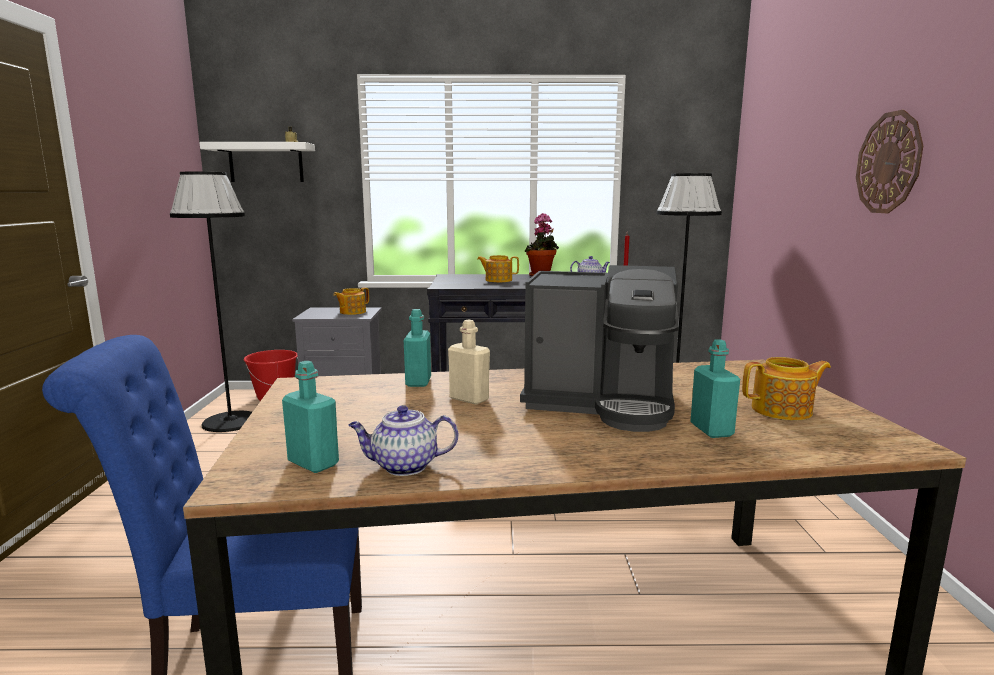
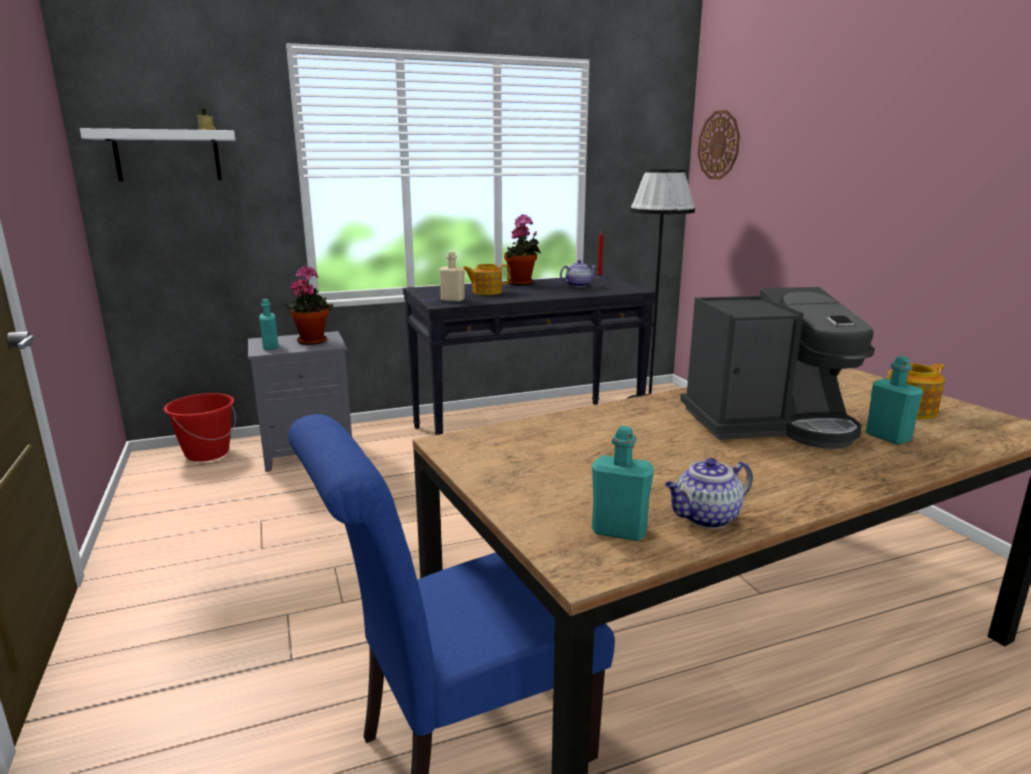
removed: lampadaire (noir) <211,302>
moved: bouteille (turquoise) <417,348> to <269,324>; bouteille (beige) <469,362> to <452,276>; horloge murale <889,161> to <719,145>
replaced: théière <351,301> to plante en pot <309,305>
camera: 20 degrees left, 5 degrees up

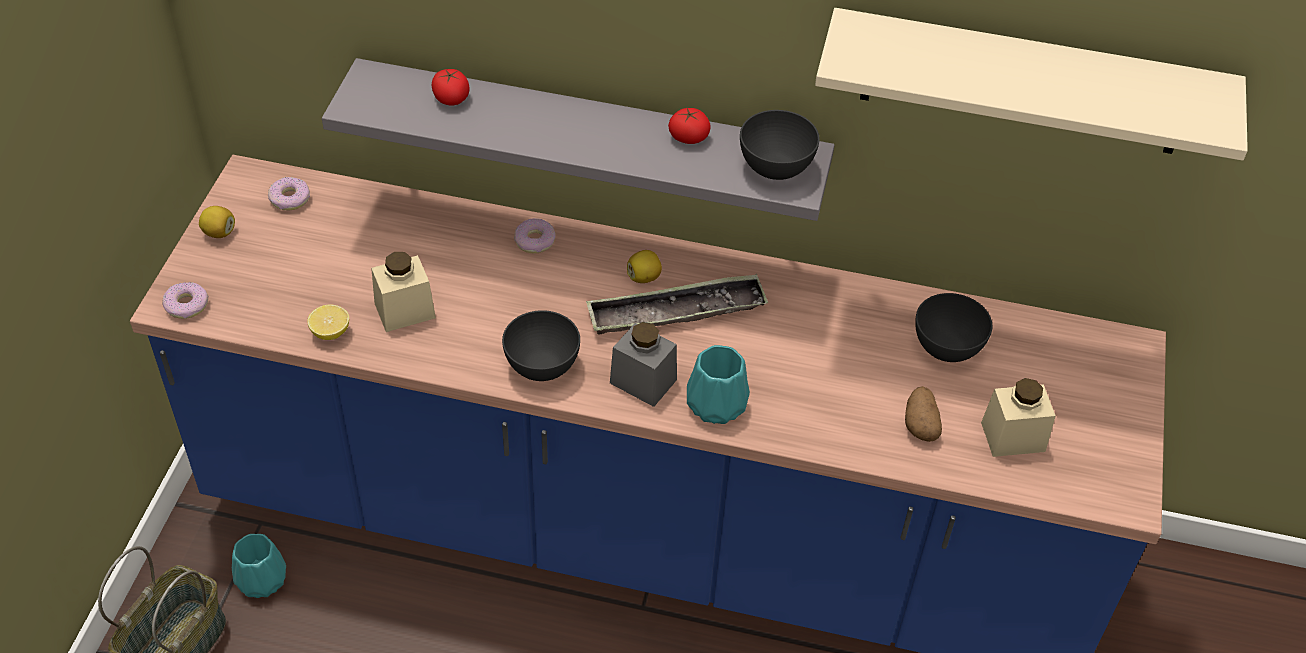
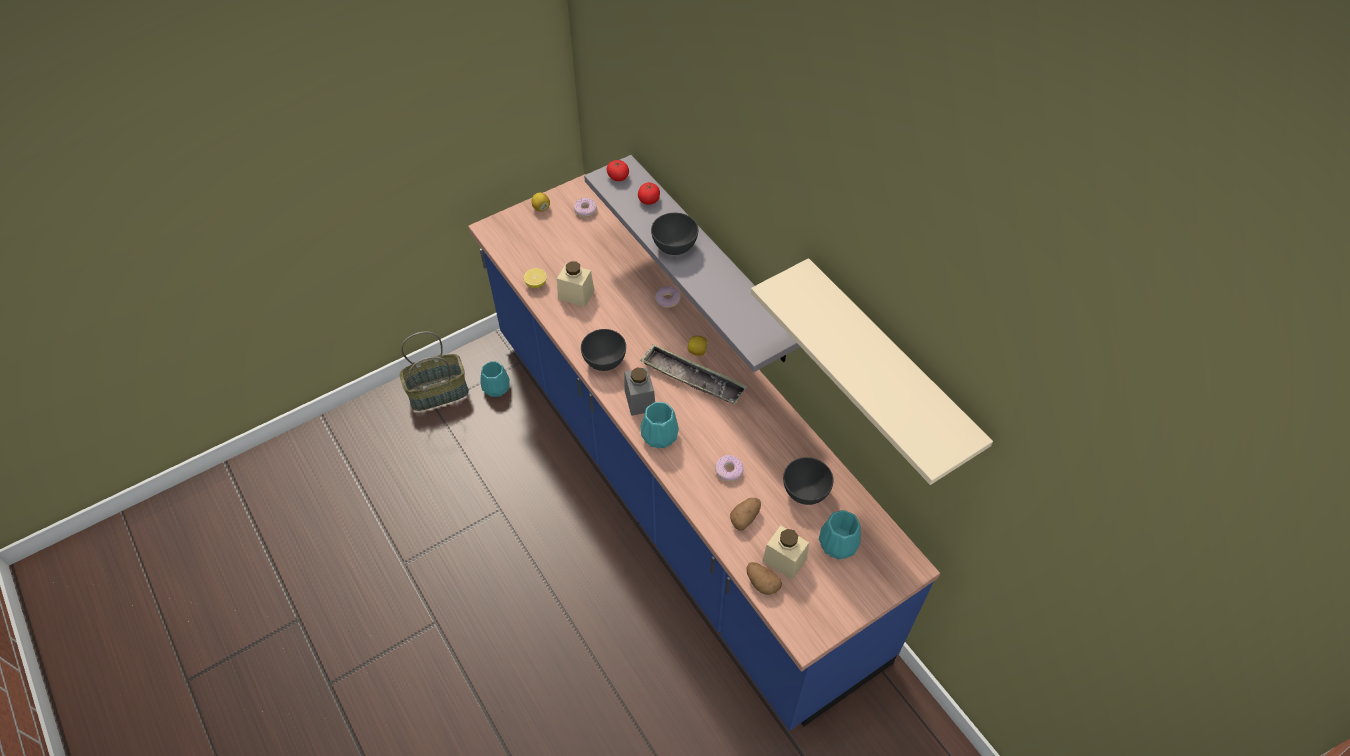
added: pomme de terre <764,578>; vase (turquoise) <840,534>
moved: beignet <185,300> to <729,468>; tomate <689,126> to <618,170>; bol (gris) <780,145> to <674,234>
camera: 45 degrees right, 5 degrees up

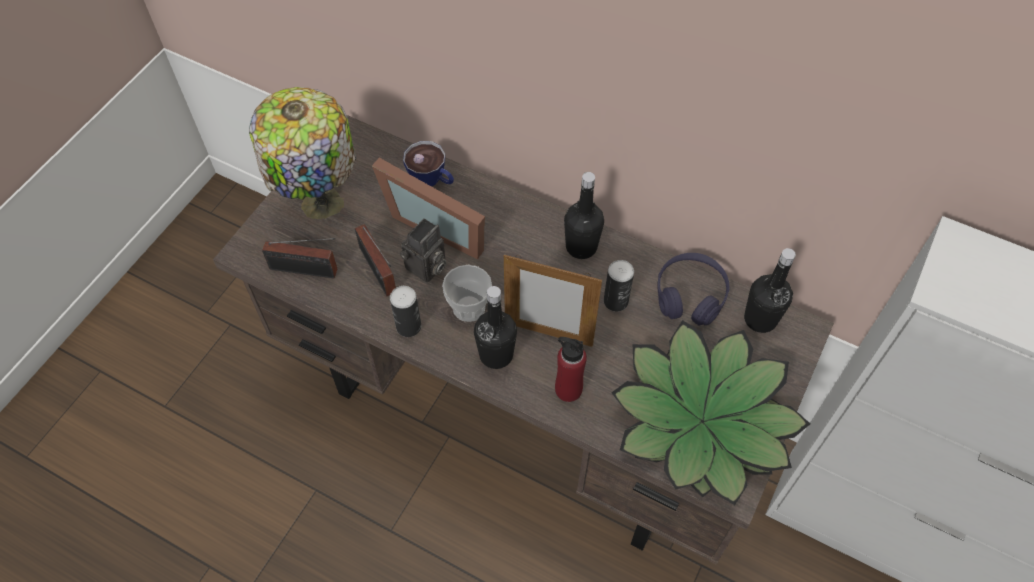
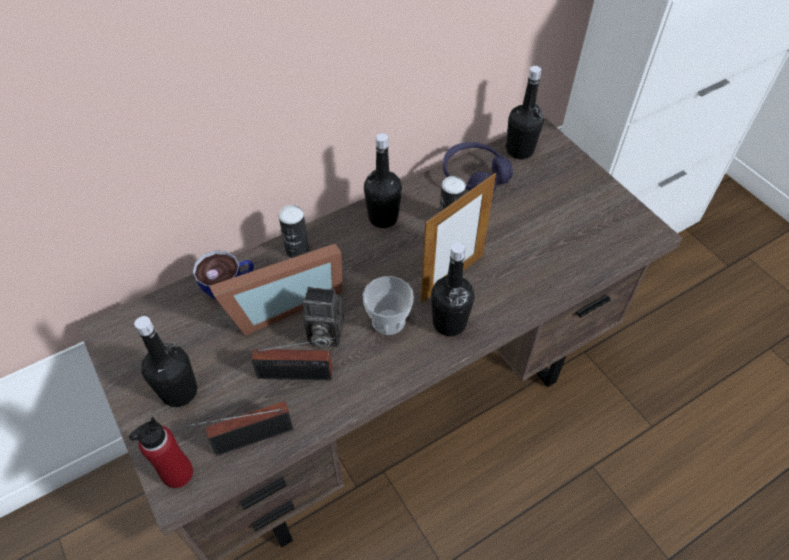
removed: plante en pot <711,412>
moved: boîte métallique <405,311> to <294,231>; bouteille (rouge) <571,369> to <161,452>
replaced: lampe de table <302,153> to bouteille (noir) <165,361>
turned: radio <299,258> = <241,428> 150 degrees counterclockwise; appareil photo <423,250> = <323,317> 120 degrees clockwise
camera: 60 degrees left, 5 degrees down

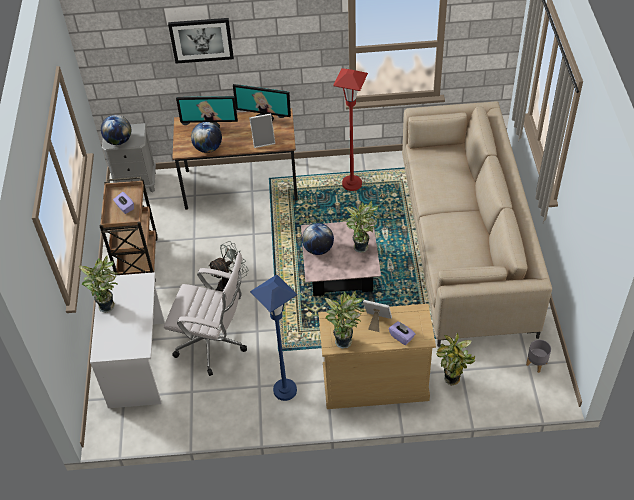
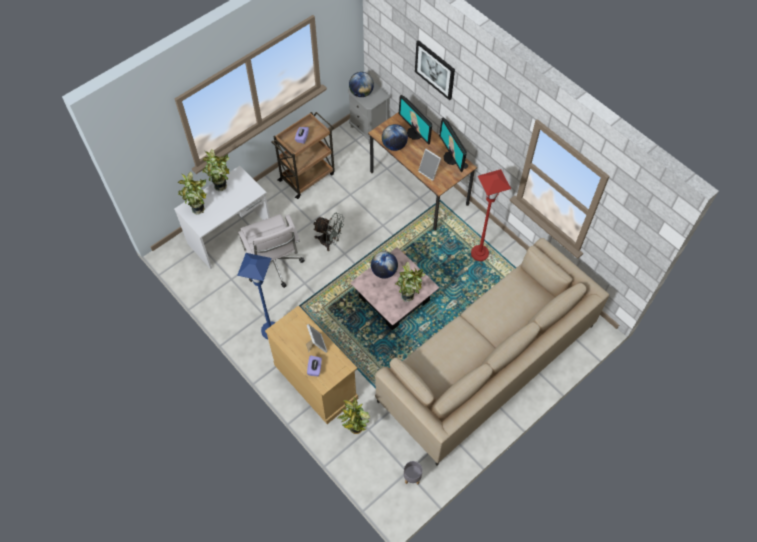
moved: plante en pot <345,320> to <192,193>
camera: 50 degrees right, 10 degrees up

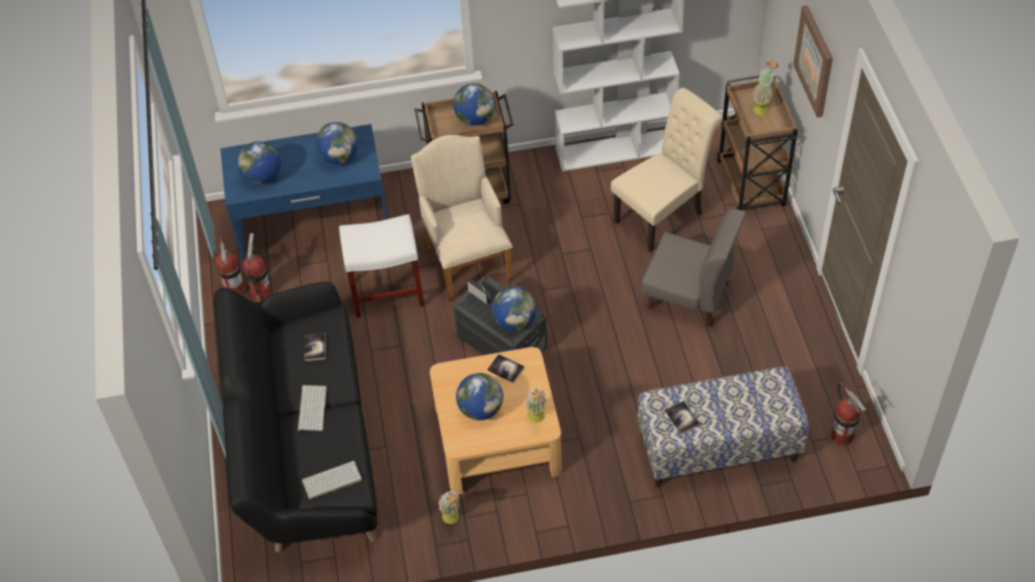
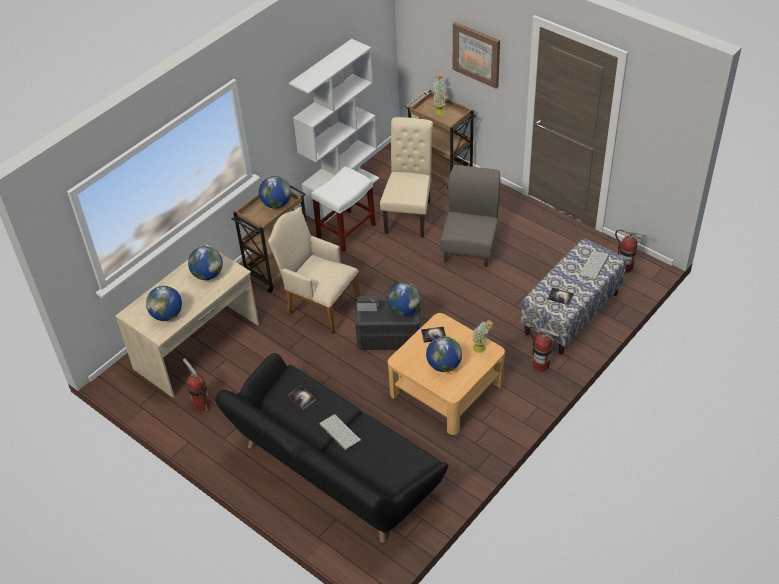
removed: plante en pot <449,507>
moved: extincteur <230,266> to <544,349>; clavier <332,480> to <594,265>; tabouret (blanc) <381,266> to <343,209>
recoloured: bureau (bleu) <304,193> to bureau (beige) <187,321>
turned: chaise (gris) <693,268> = <470,216> 60 degrees counterclockwise
camera: 40 degrees left, 5 degrees down

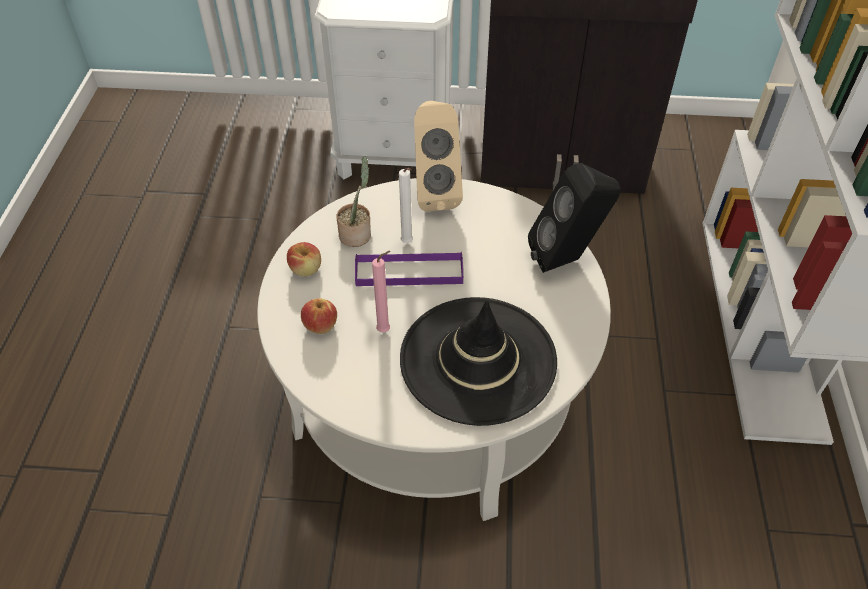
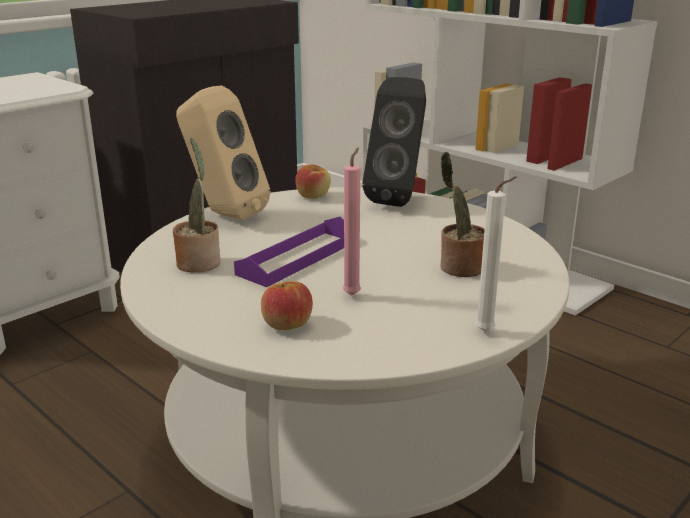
moved: pomme <304,259> to <313,182>; bougie (blanc) <406,205> to <496,254>
replaced: chapeau (noir) <478,361> to plante en pot <462,214>
camera: 50 degrees left, 25 degrees down

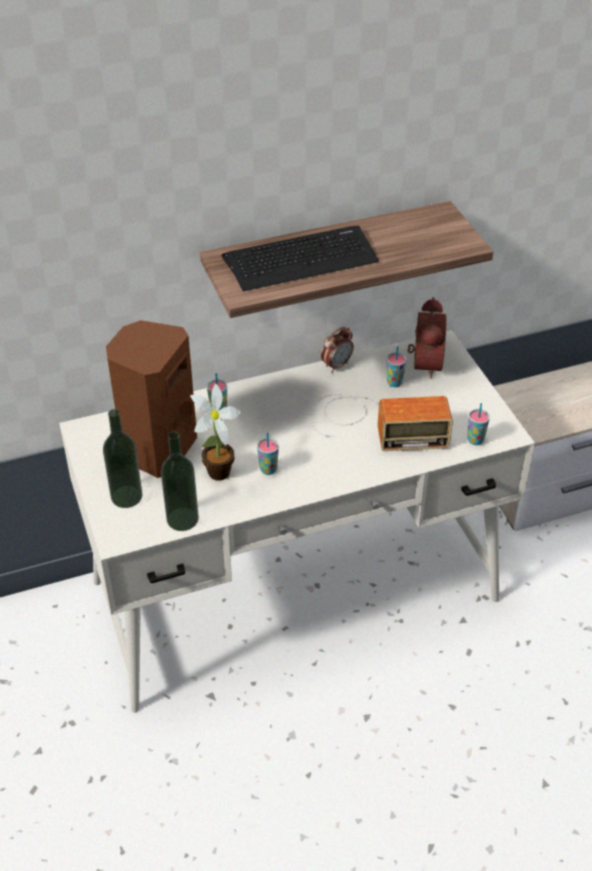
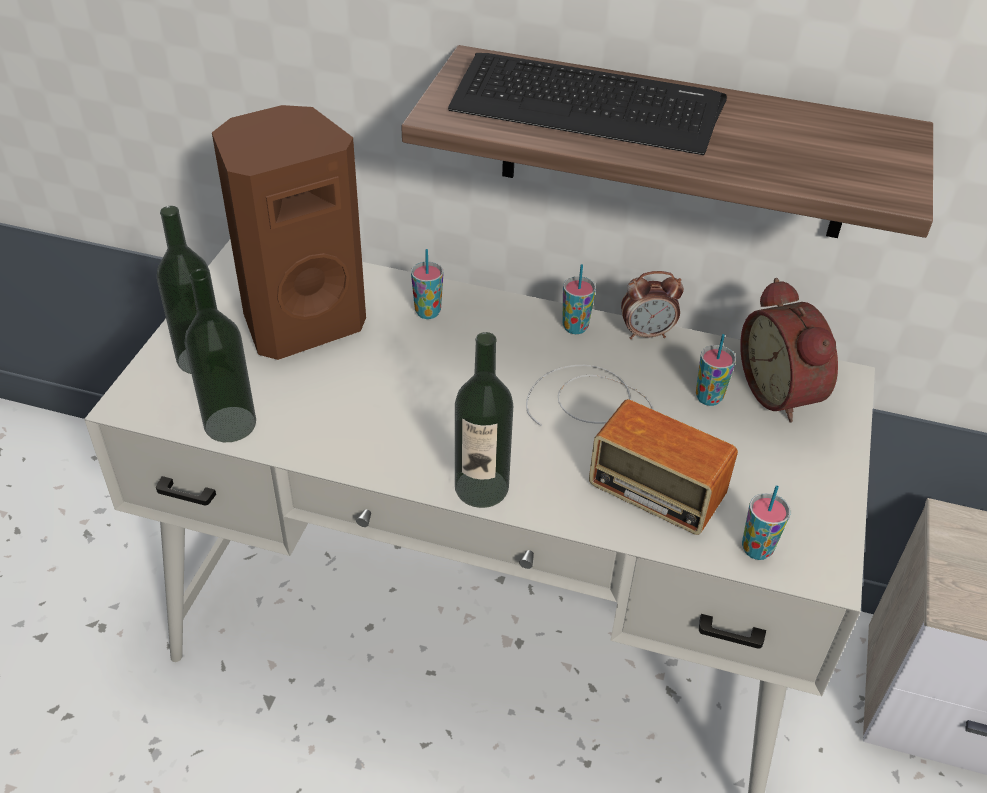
removed: plante en pot <215,432>
added: bouteille <484,420>
moved: tasse <268,453> to <579,299>
turned: réveil <427,338> = <789,350> 120 degrees clockwise
camera: 35 degrees right, 0 degrees up

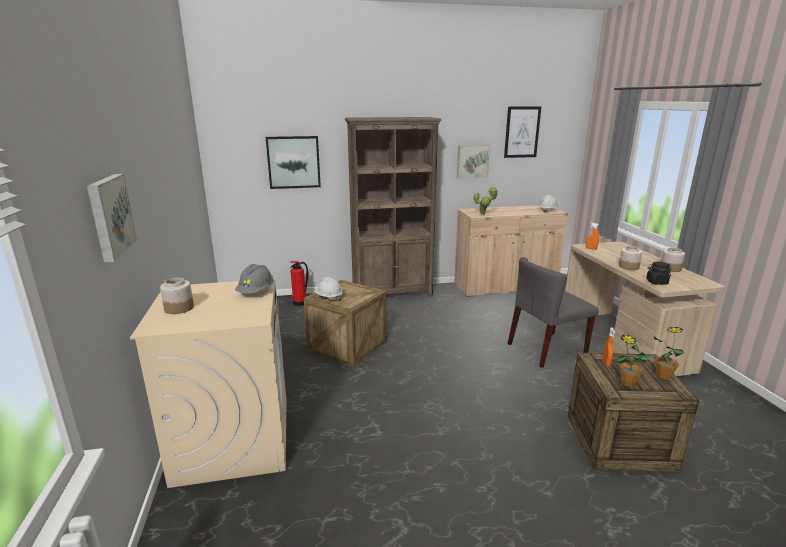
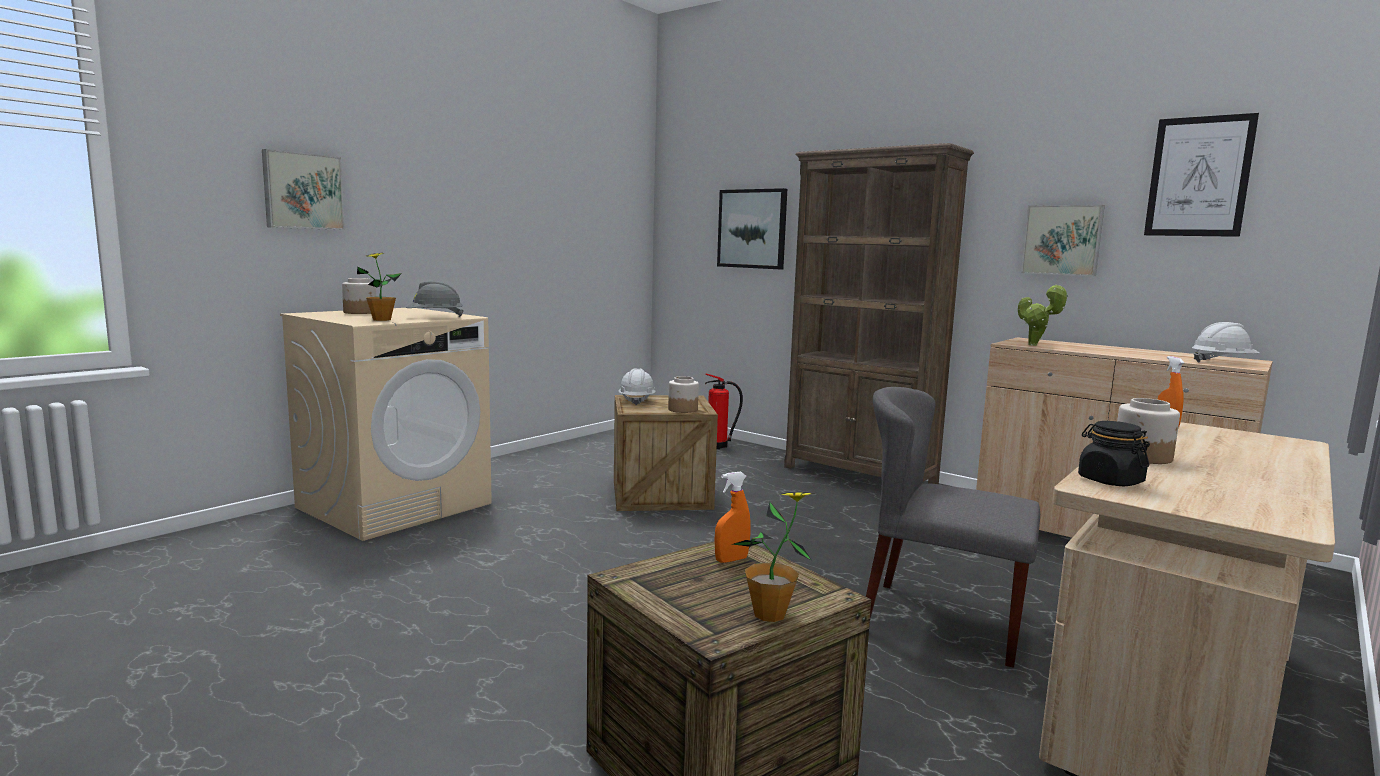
moved: plante en pot <632,361> to <379,287>; bocal <673,260> to <683,394>
camera: 50 degrees right, 10 degrees down

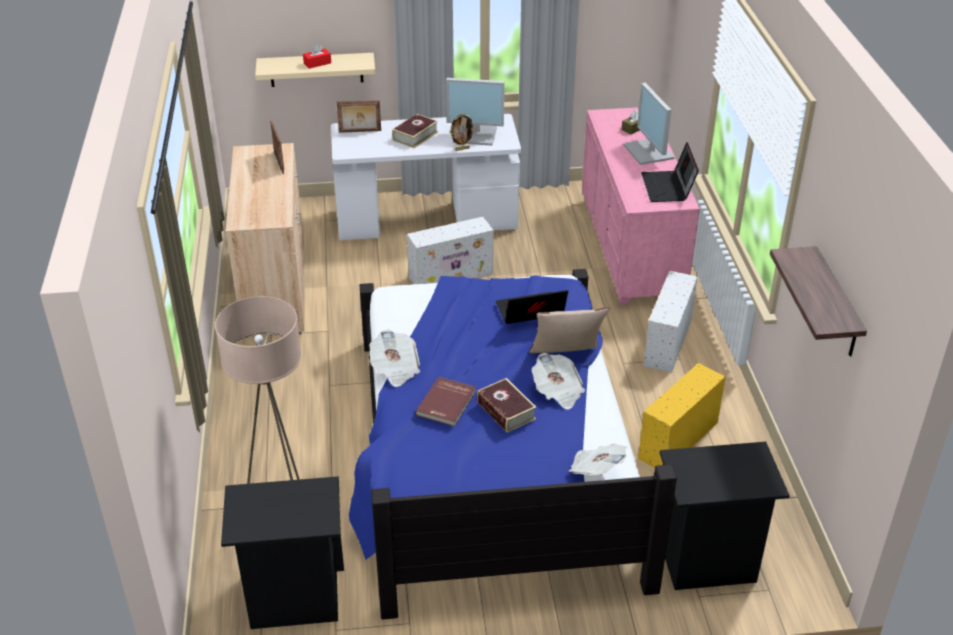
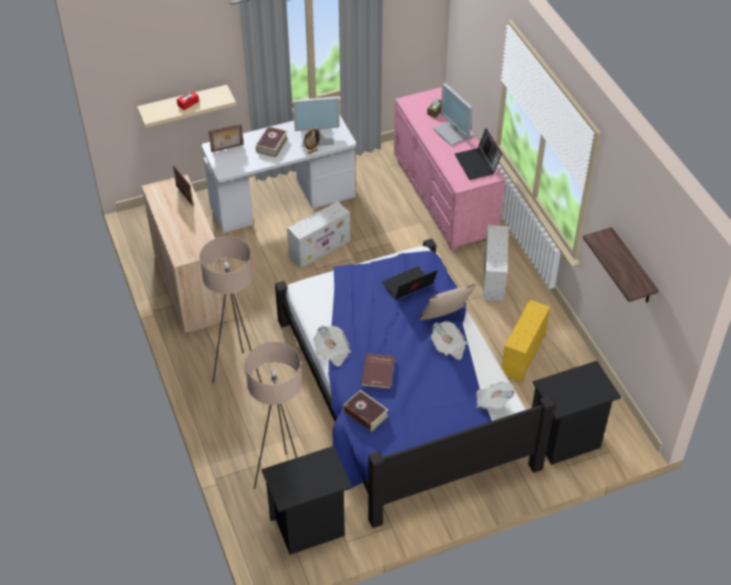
added: lampadaire (beige) <231,310>
moved: livre <507,405> to <365,411>
camera: 15 degrees left, 10 degrees up

